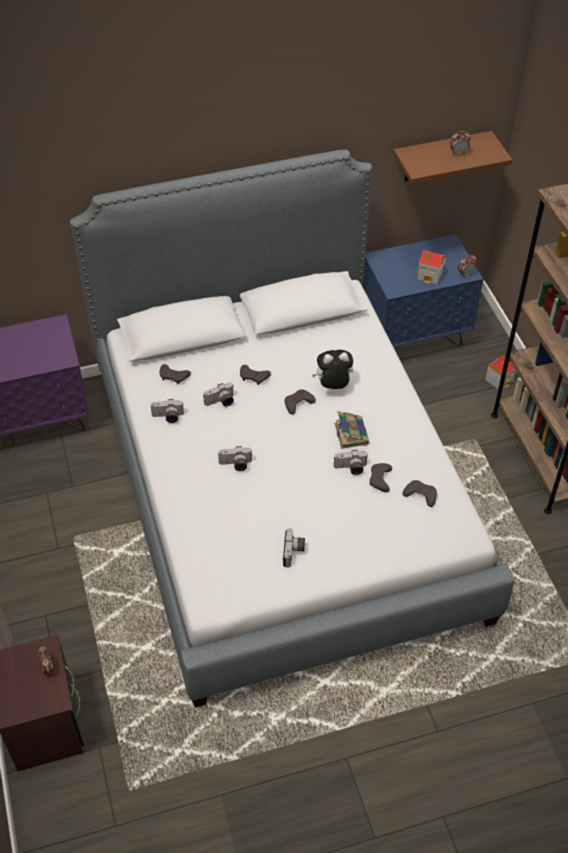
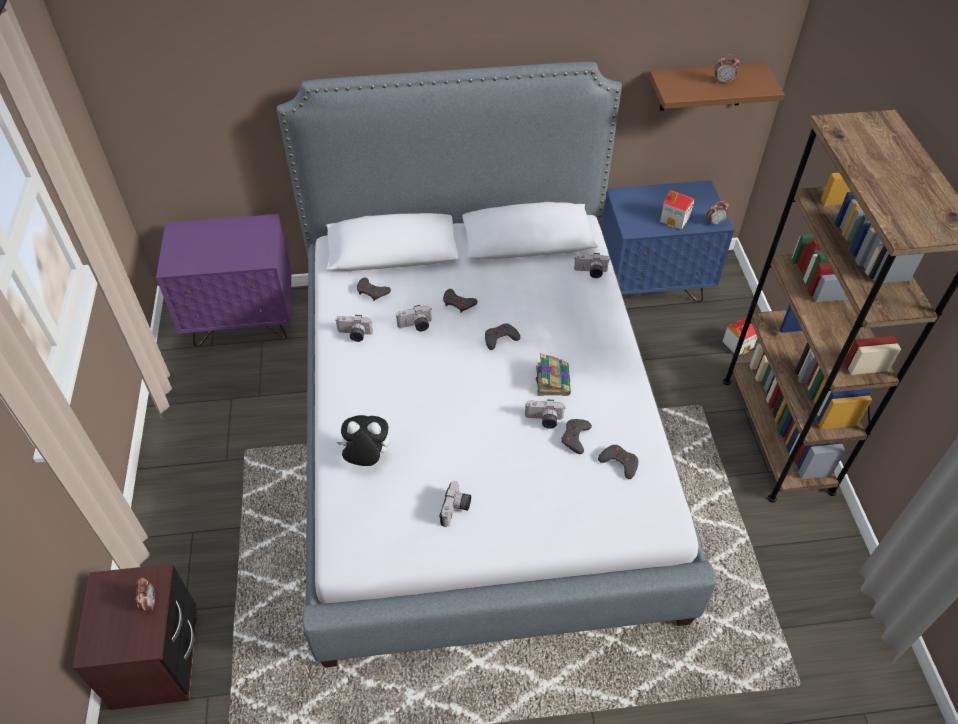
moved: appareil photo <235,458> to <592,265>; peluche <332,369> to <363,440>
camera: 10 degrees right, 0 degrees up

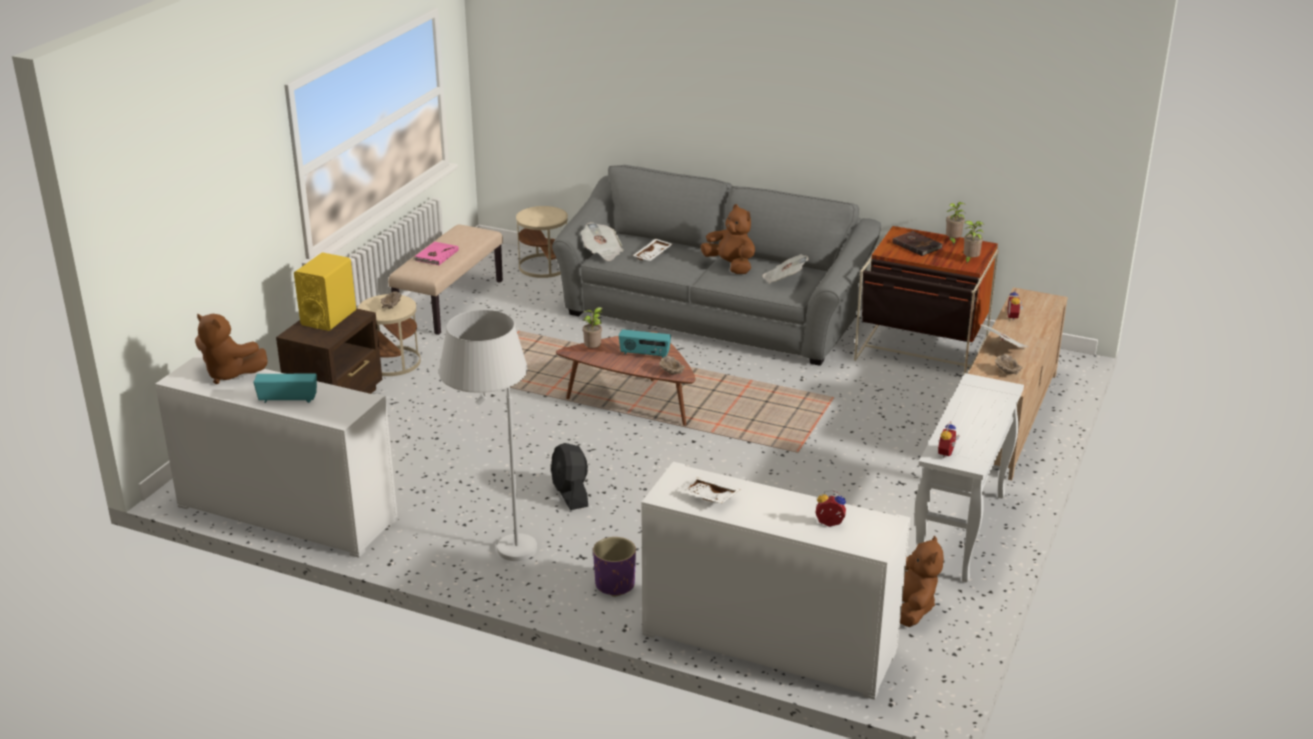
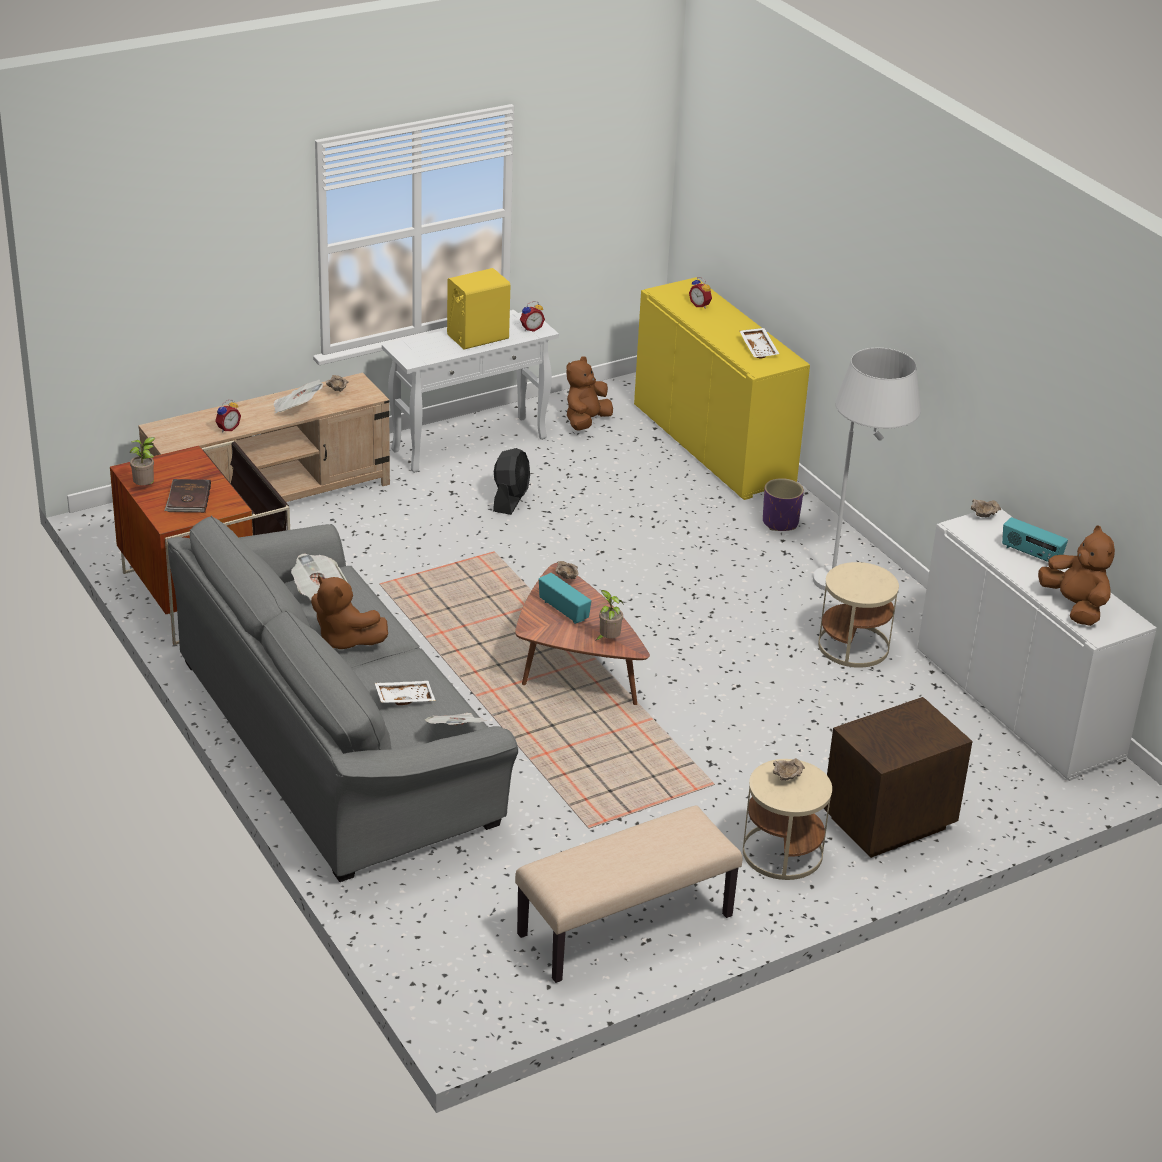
removed: livre (rose) <436,253>; plante en pot <974,242>
added: bol (beige) <986,508>
moved: enceinte (jaune) <325,291> to <478,309>; table d'appoint (beige) <542,242> to <858,615>; ventilateur (noir) <569,476> to <511,481>
recoloured: meuble de rangement (blanc) <775,581> to meuble de rangement (jaune) <722,388>
turned: peluche (marron) <728,239> = <349,612> 45 degrees counterclockwise
camera: 145 degrees left, 5 degrees up

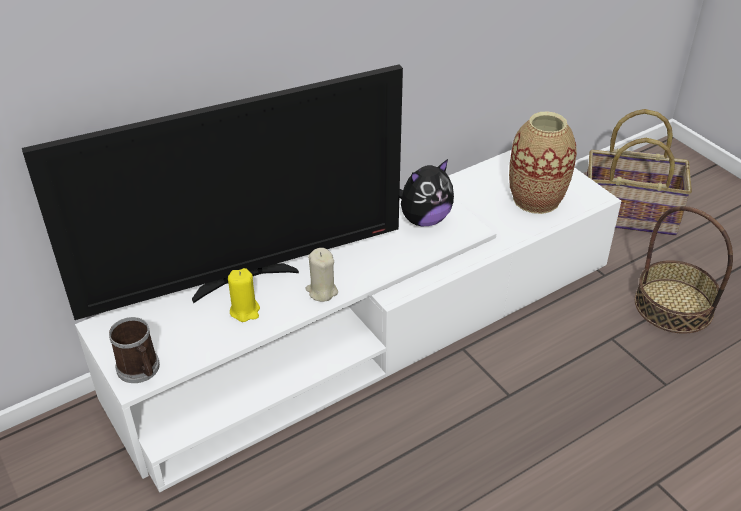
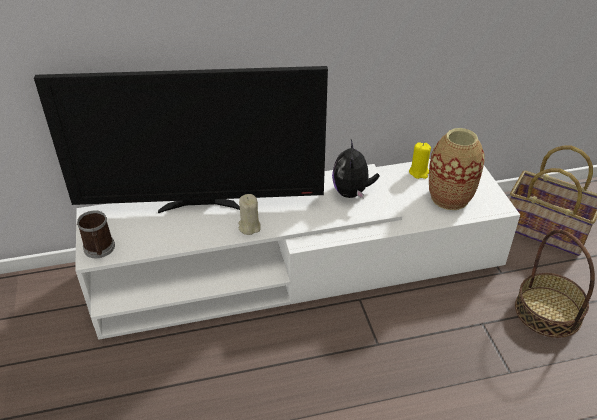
moved: bougie (jaune) <244,295> to <420,160>
turned: peluche <426,192> = <356,169> 105 degrees clockwise
camera: 20 degrees right, 0 degrees up

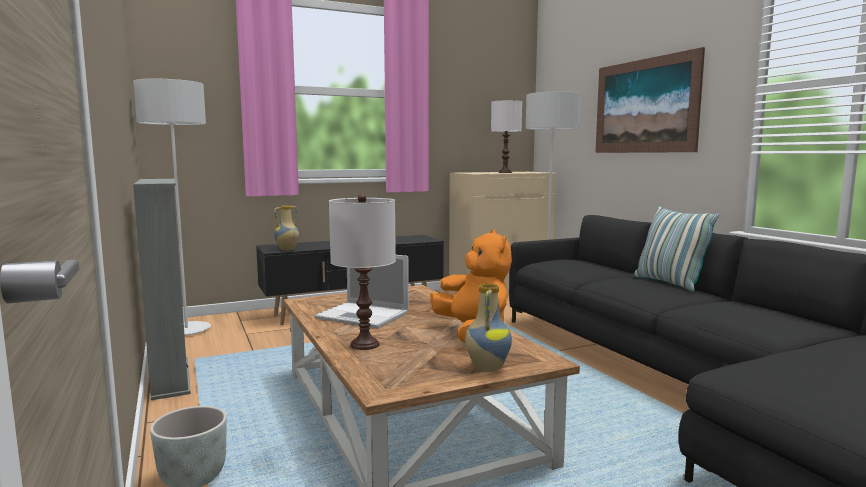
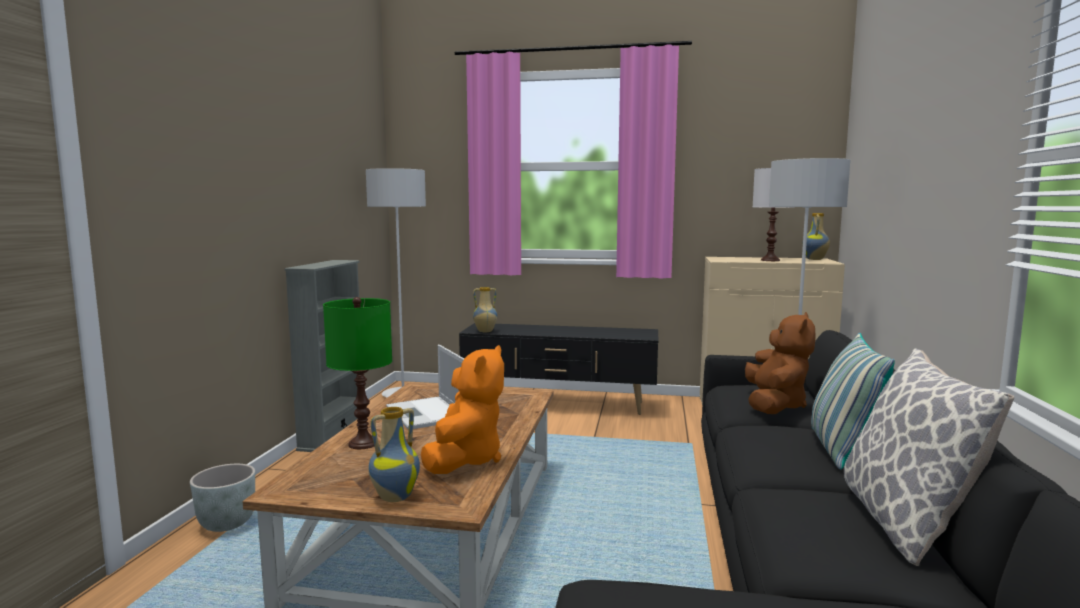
removed: tableau <650,100>
added: peluche (marron) <780,363>; vase <816,236>; coussin <929,457>
recoloured: lampe de table (blanc) <362,272> to lampe de table (vert) <357,373>
camera: 35 degrees right, 0 degrees up

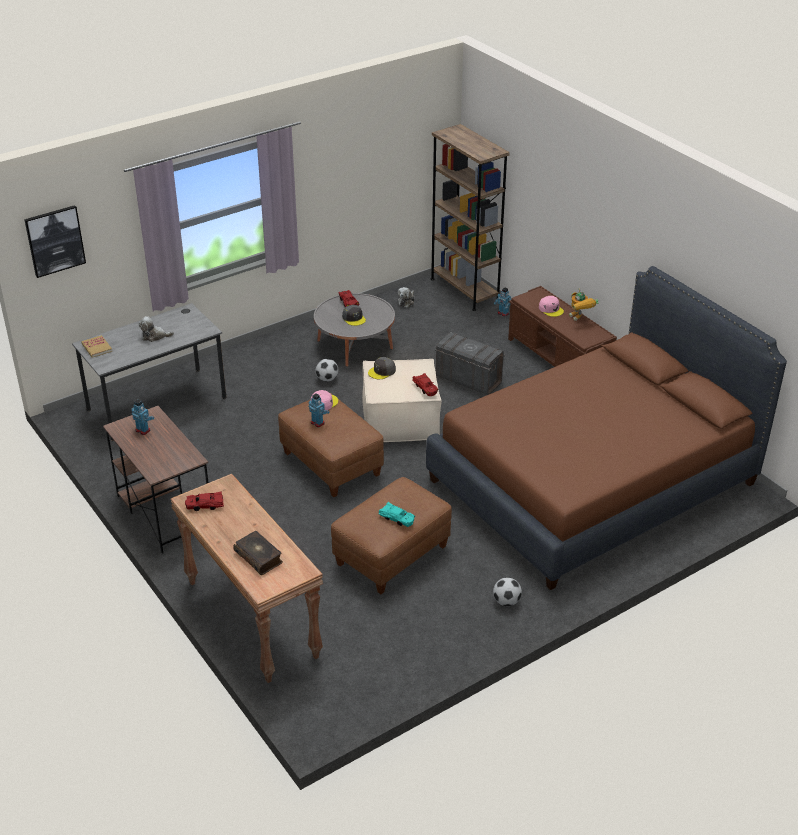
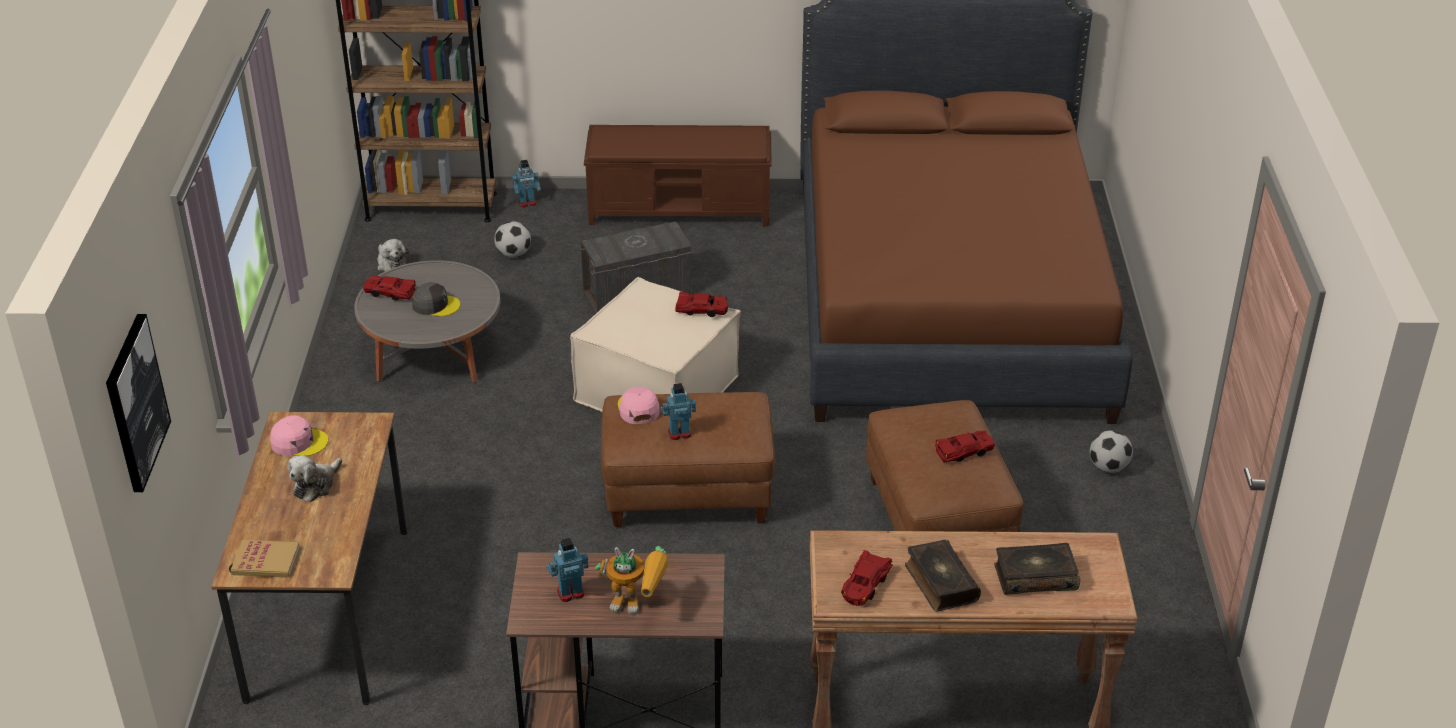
removed: casquette (gris) <382,368>
added: livre <943,576>
moved: ballon de foot <327,370> to <512,239>; casquette (rose) <551,306> to <299,436>; robot jouet <583,304> to <632,580>
recoloured: bureau (gris) <149,372> to bureau (marron) <309,558>; petite voiture (turquoise) <397,514> to petite voiture (rouge) <965,446>
camera: 55 degrees left, 0 degrees up

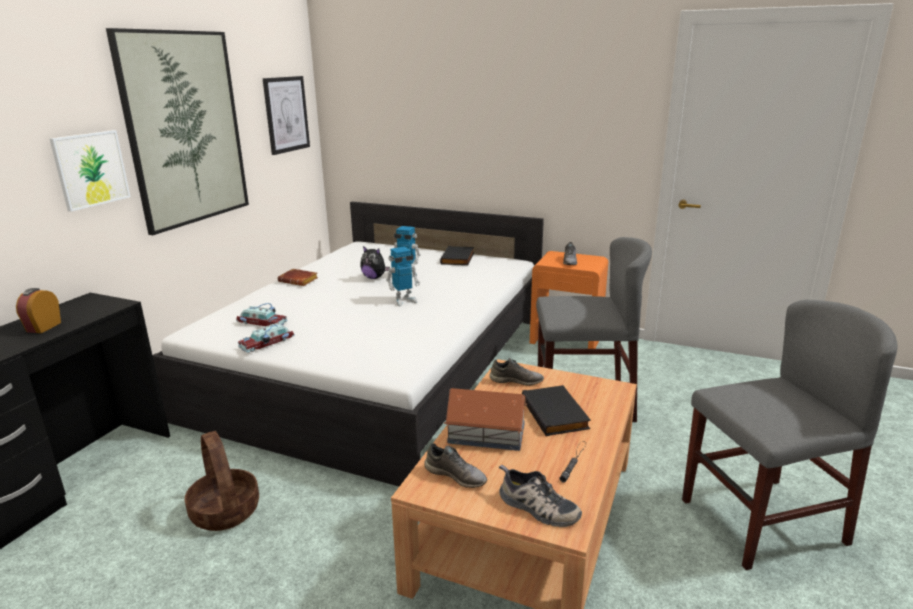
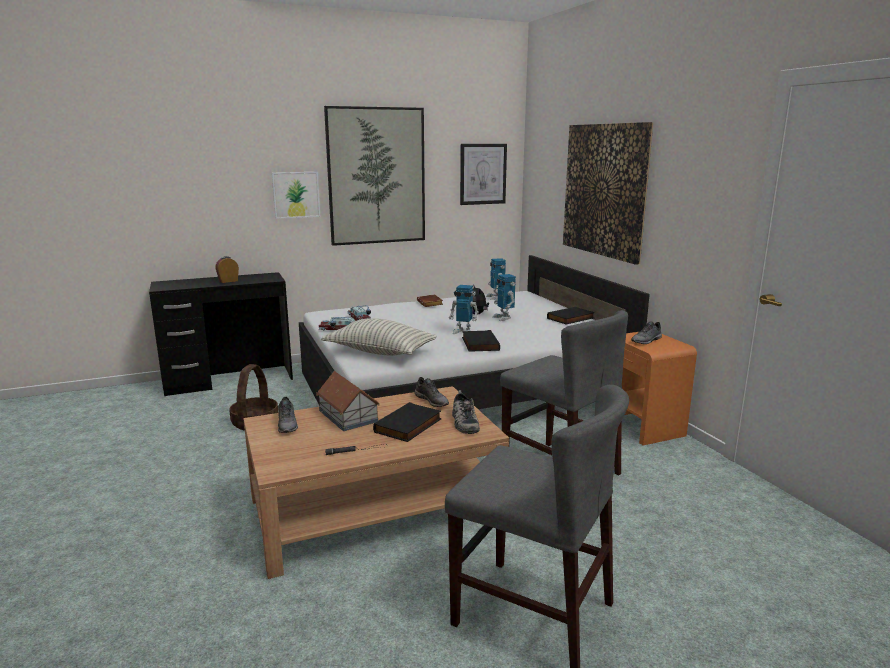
added: coussin <379,337>; livre (noir) <481,341>; robot jouet <496,279>; tableau <608,193>
moved: chaussure <540,496> to <466,412>
camera: 45 degrees right, 5 degrees down

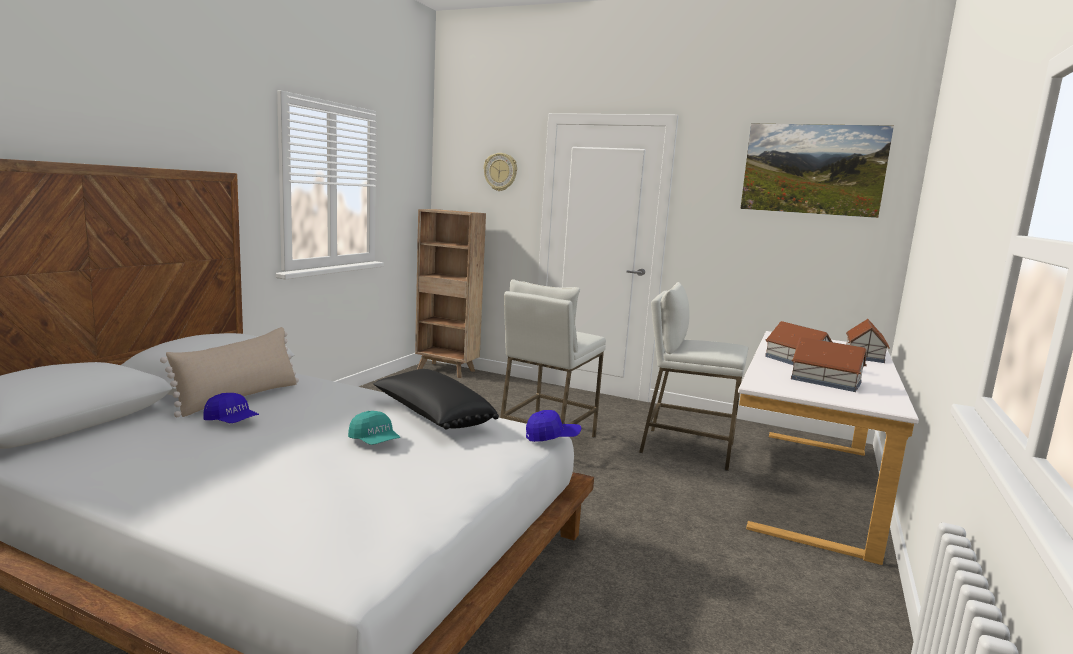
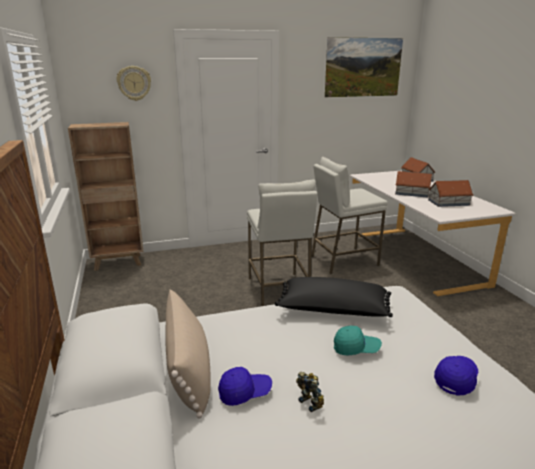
added: robot jouet <310,392>
moved: casquette (bleu) <553,426> to <456,376>
camera: 40 degrees left, 10 degrees up

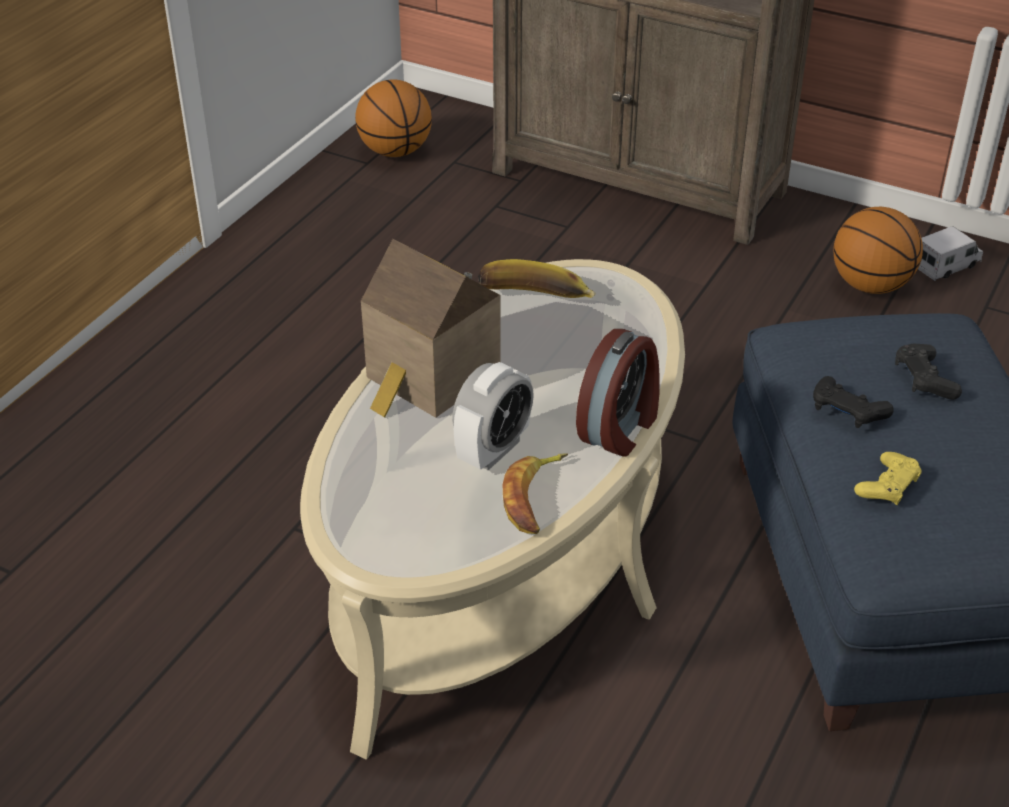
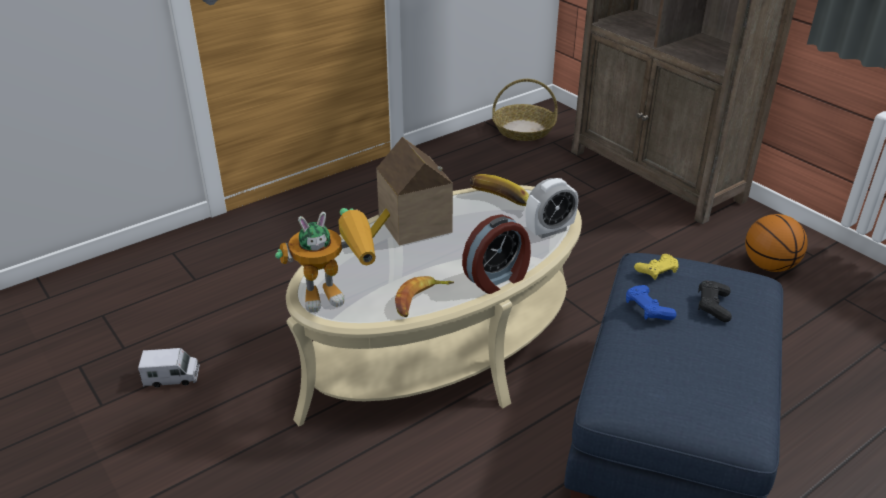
added: robot jouet <325,260>
moved: réveil <493,416> to <551,208>; manette (jaune) <888,478> to <656,267>; camion jouet <950,253> to <169,368>
replaced: ballon de basket <393,118> to panier <525,110>
recoloured: manette (noir) <853,402> to manette (bleu) <651,302>
camera: 25 degrees right, 5 degrees down

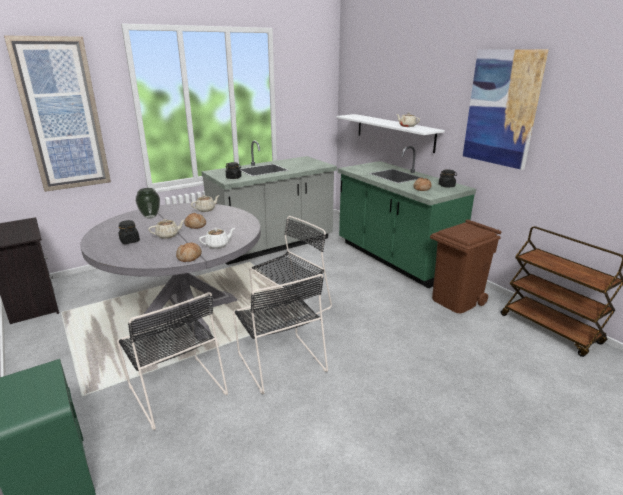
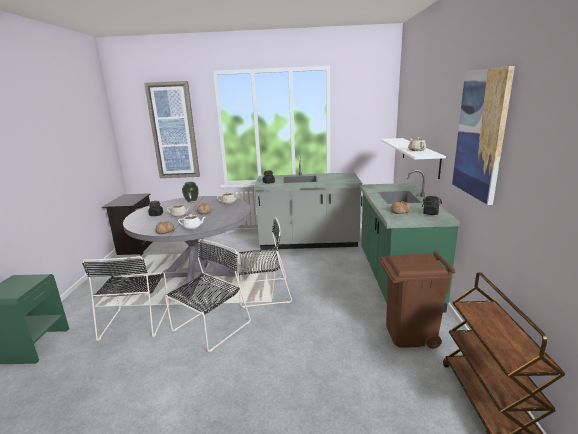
turned: chaise (noir) <280,334> = <208,295> 150 degrees counterclockwise
camera: 35 degrees right, 5 degrees down

